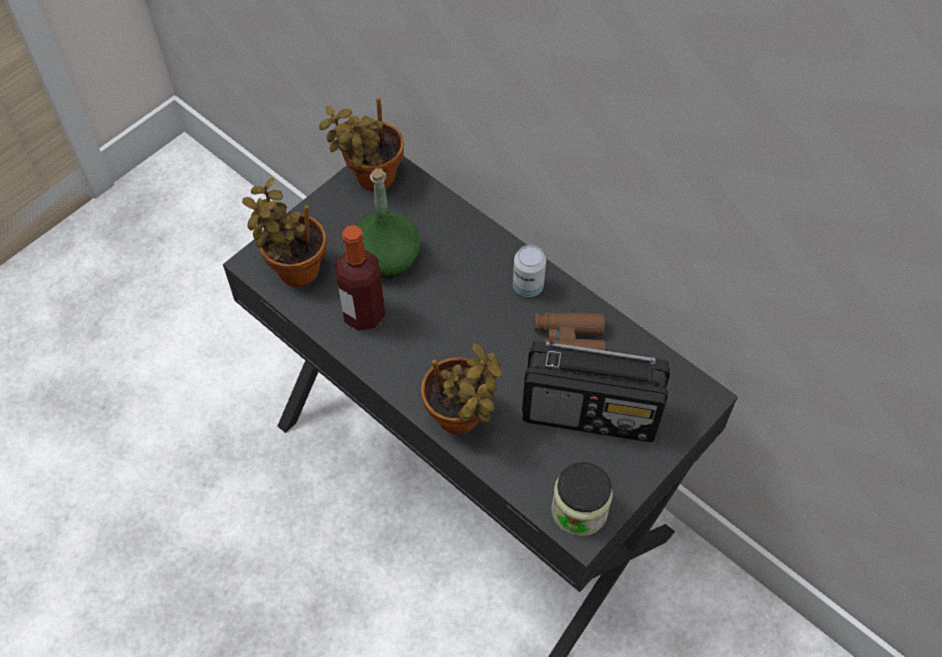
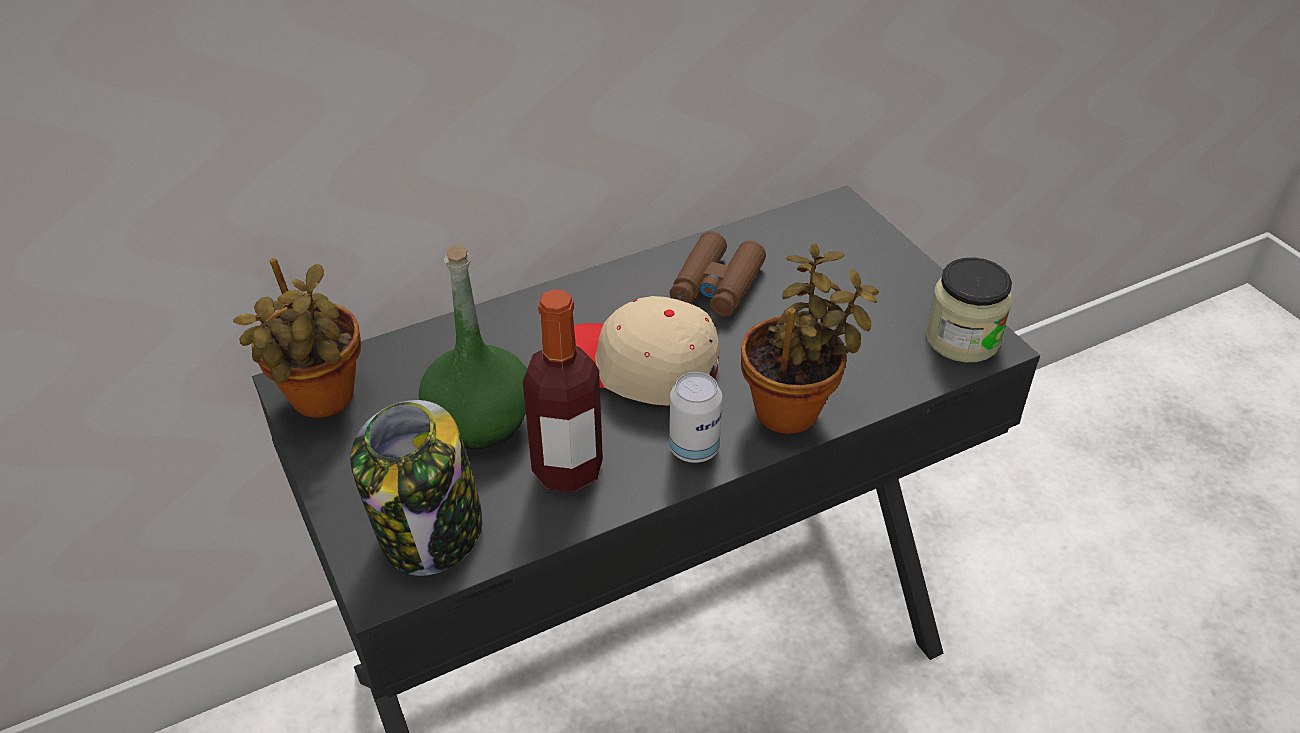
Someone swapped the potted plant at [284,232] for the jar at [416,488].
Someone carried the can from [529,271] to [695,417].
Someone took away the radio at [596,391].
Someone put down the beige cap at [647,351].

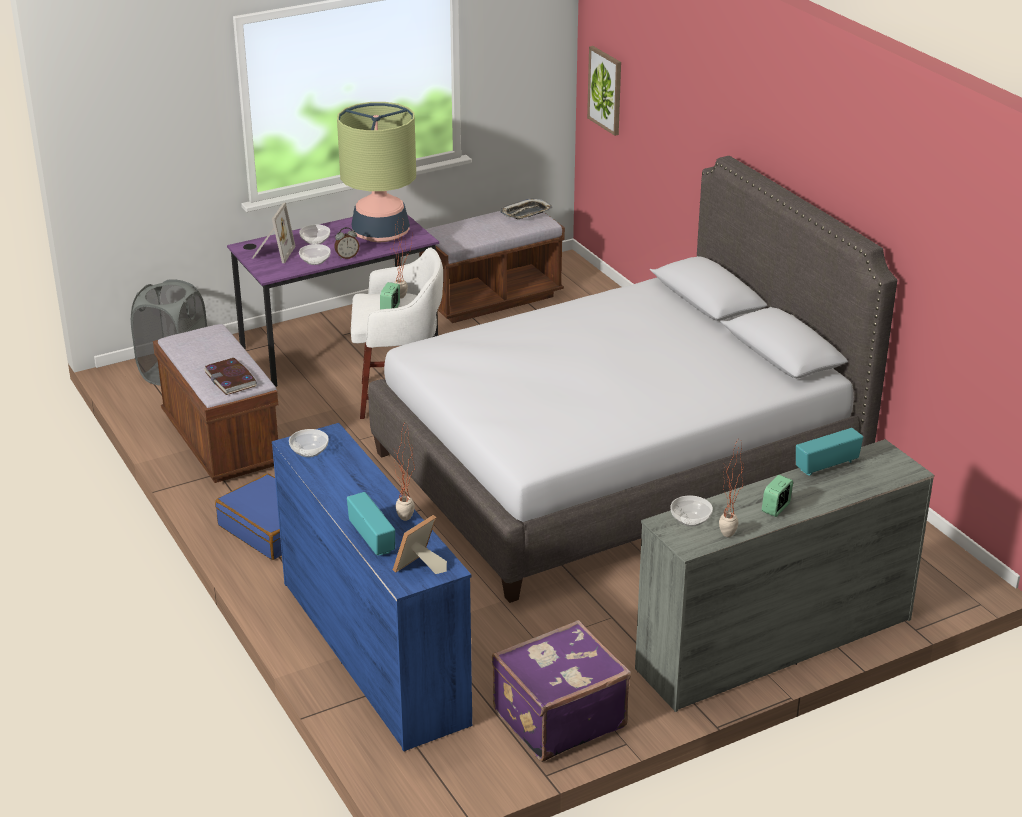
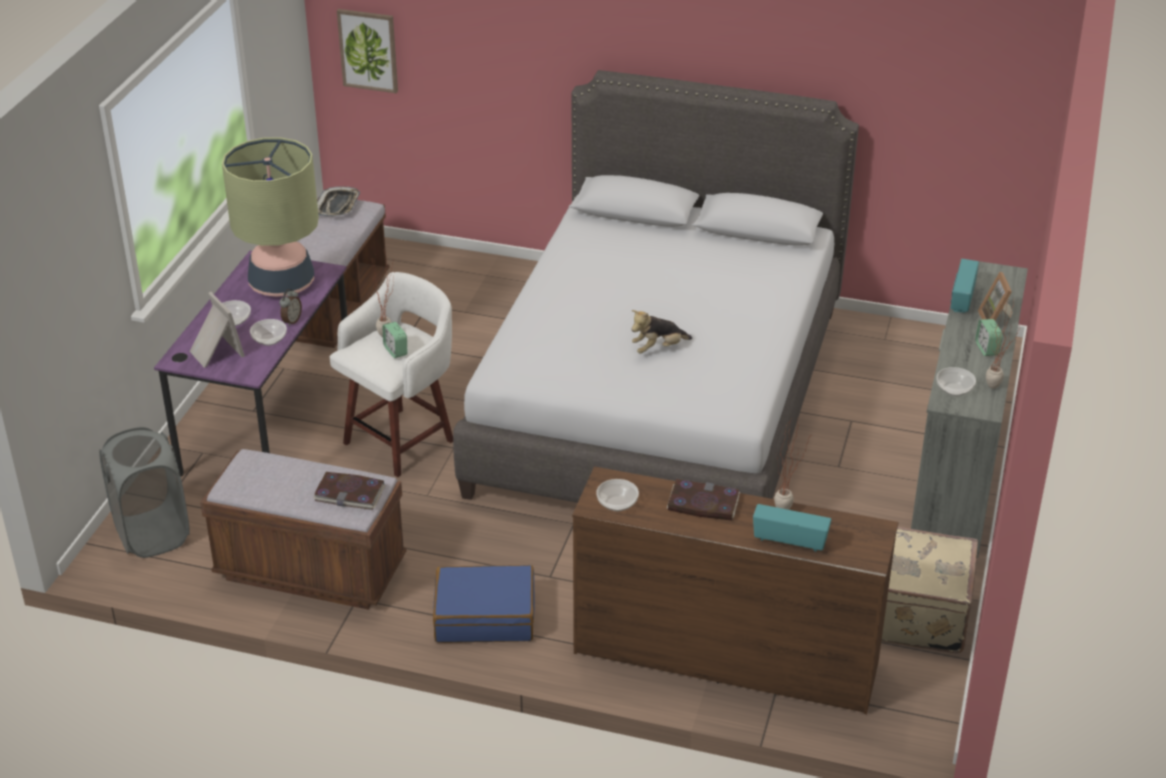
Someone repainted the blue dresser at [372,587], which became the brown dresser at [735,590].
Someone carried the picture frame from [420,544] to [995,296].
Someone repainted the purple suitcase at [561,691], which became the beige suitcase at [929,590].
Someone put down the plush toy at [661,332].
Someone put down the book at [703,500].

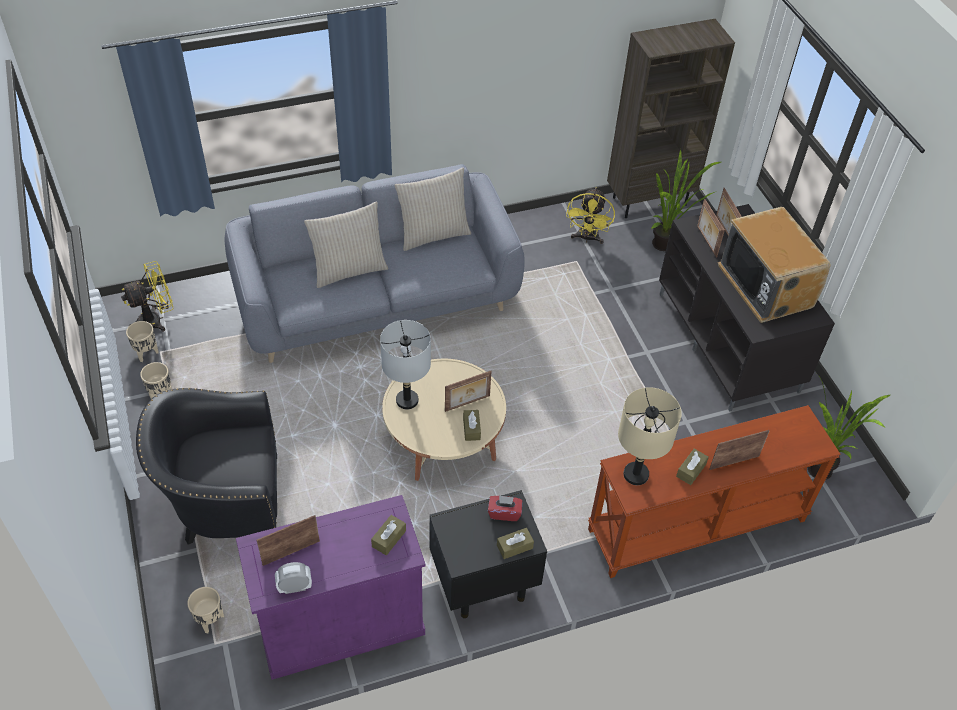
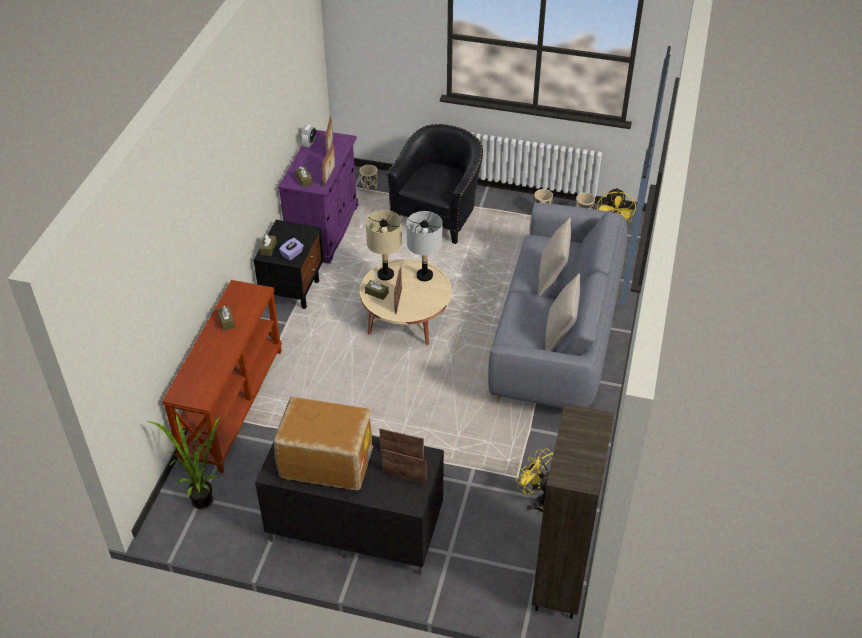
Someone took away the potted plant at [686,200].
Someone carried the beige table lamp from [650,436] to [384,245].
Someone carried the picture frame from [739,450] to [328,165].
Someone repainted the red tissue box at [505,508], which became the purple tissue box at [291,249].

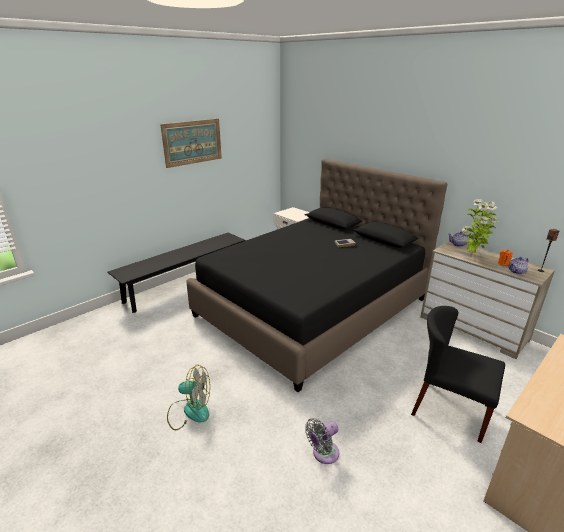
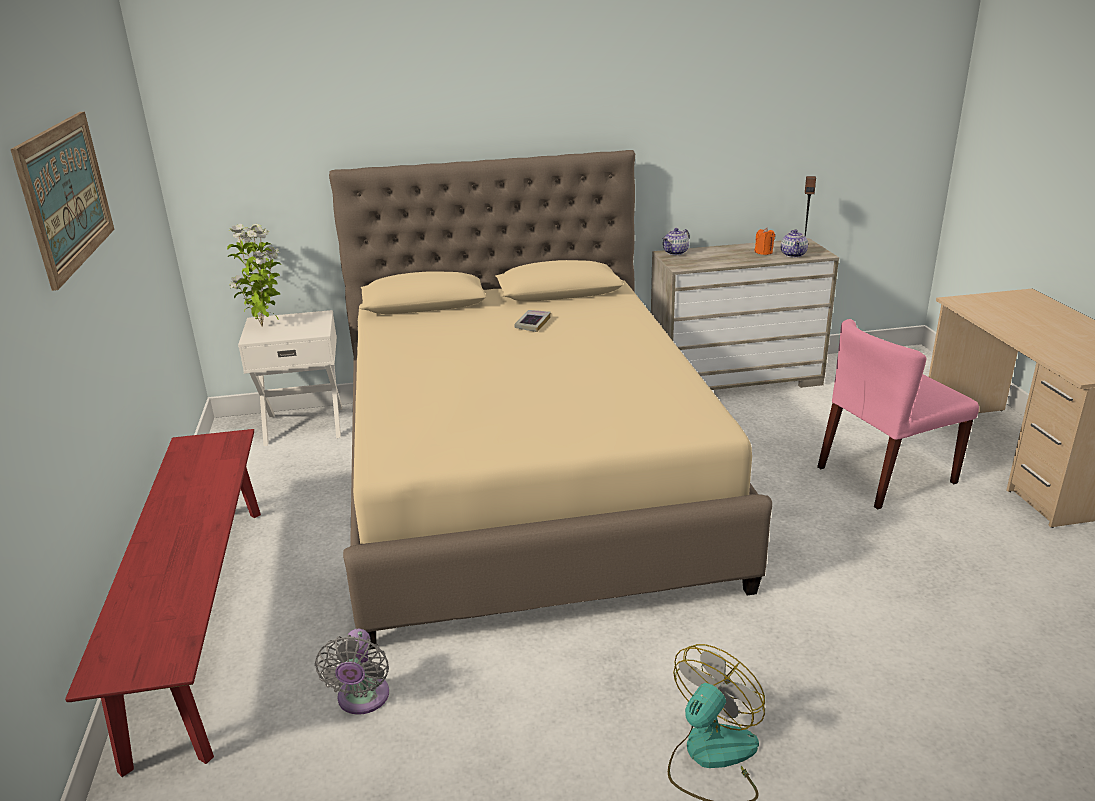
Someone repainted the black bed at [317,275], which became the beige bed at [550,400].
Someone carried the potted plant from [480,227] to [254,275].
Someone repainted the black bench at [176,273], which became the red bench at [163,603].
Someone repainted the black chair at [458,374], which became the pink chair at [898,414].
Someone carried the grey fan from [322,441] to [352,672].

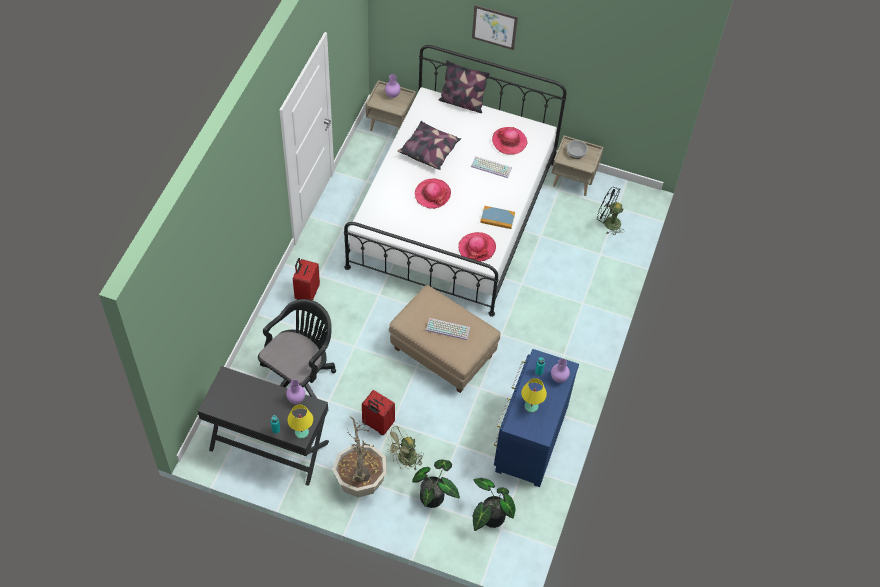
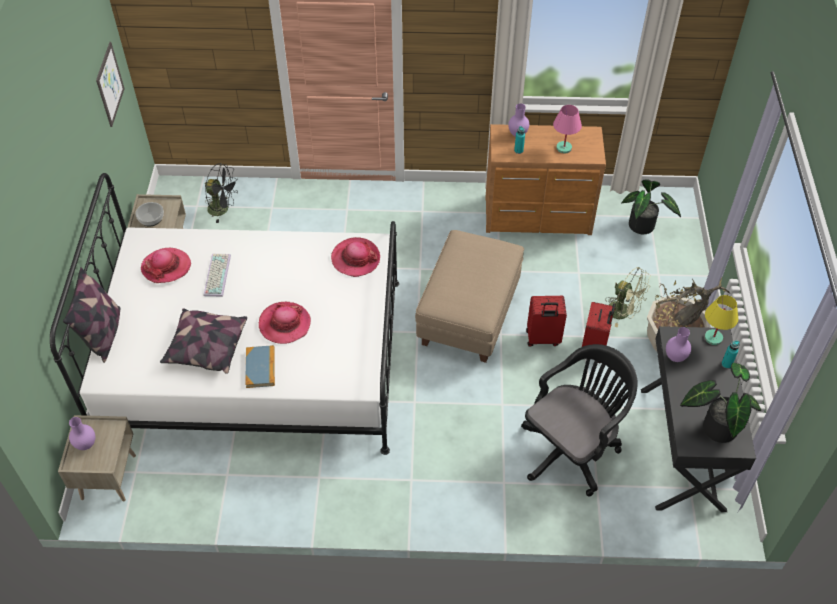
Someone carried the picture from [495,27] to [110,84].
Someone rotated the black fan at [611,210] by 75 degrees counterclockwise.
Someone carried the book from [497,217] to [260,366].
Someone carried the red suitcase from [306,279] to [546,321].
Someone rotated the black office chair at [297,349] by 120 degrees clockwise.
Someone took away the keyboard at [448,329].
Someone repainted the blue dresser at [536,418], which became the brown dresser at [546,179].
Someone repainted the yellow table lamp at [534,395], which became the pink table lamp at [567,129].
Someone carried the potted plant from [436,483] to [720,403].

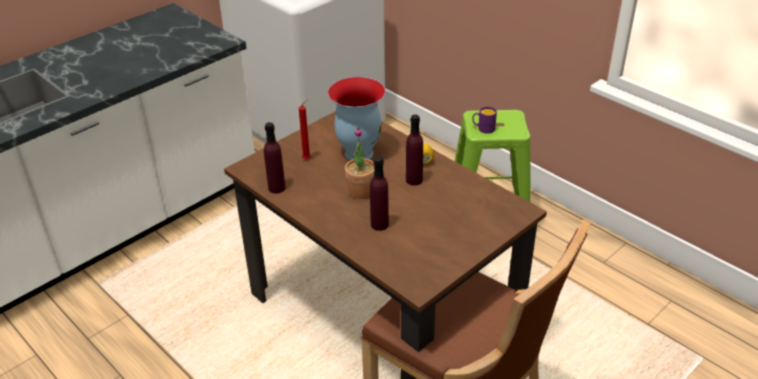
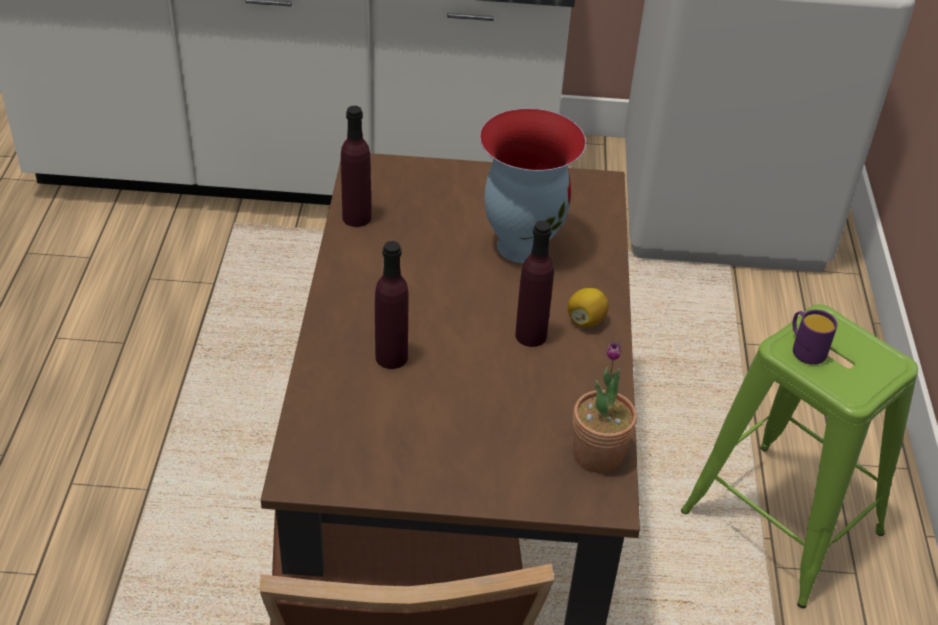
Someone took away the red candle at [305,130].
Someone carried the potted plant from [359,163] to [605,407].

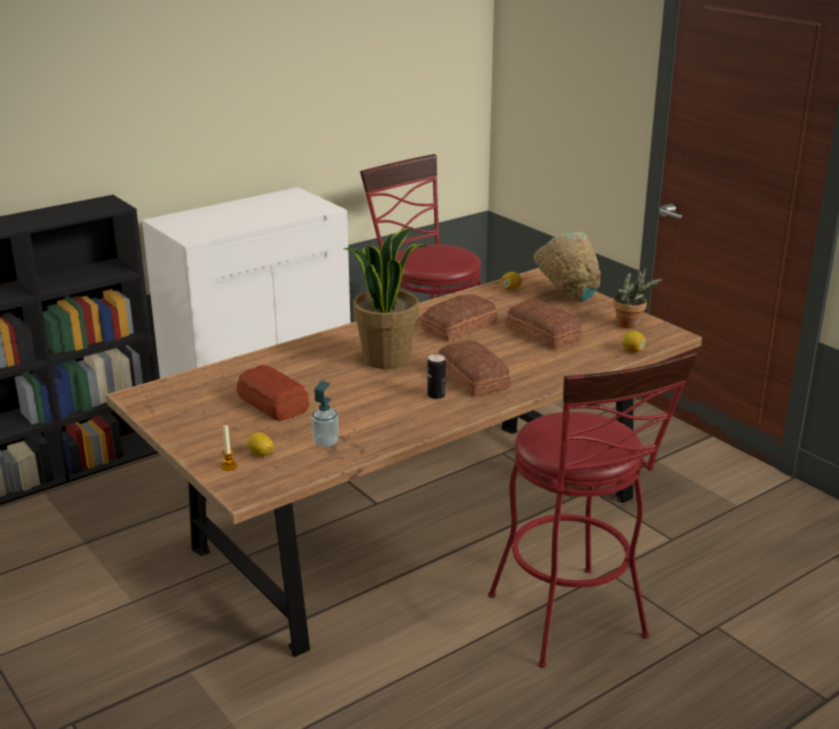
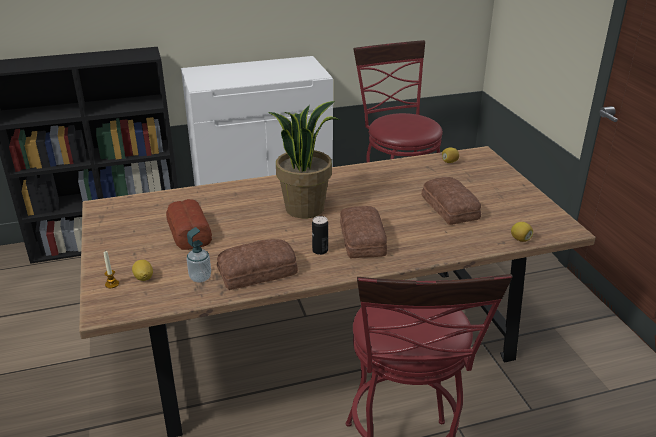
Someone took away the turquoise bowl at [567,267].
Someone took away the potted plant at [638,298].
Someone carried the bread from [459,317] to [257,264].

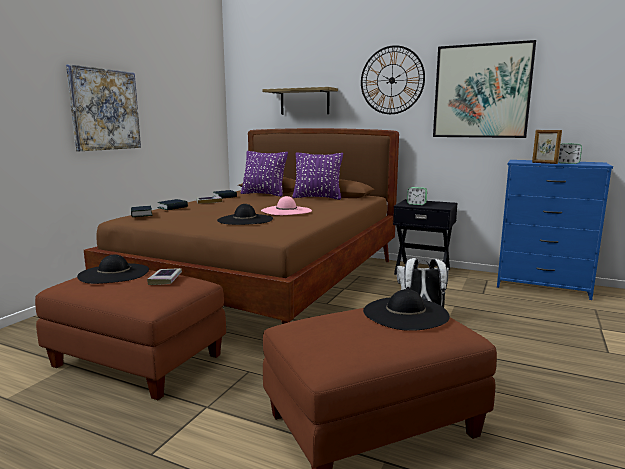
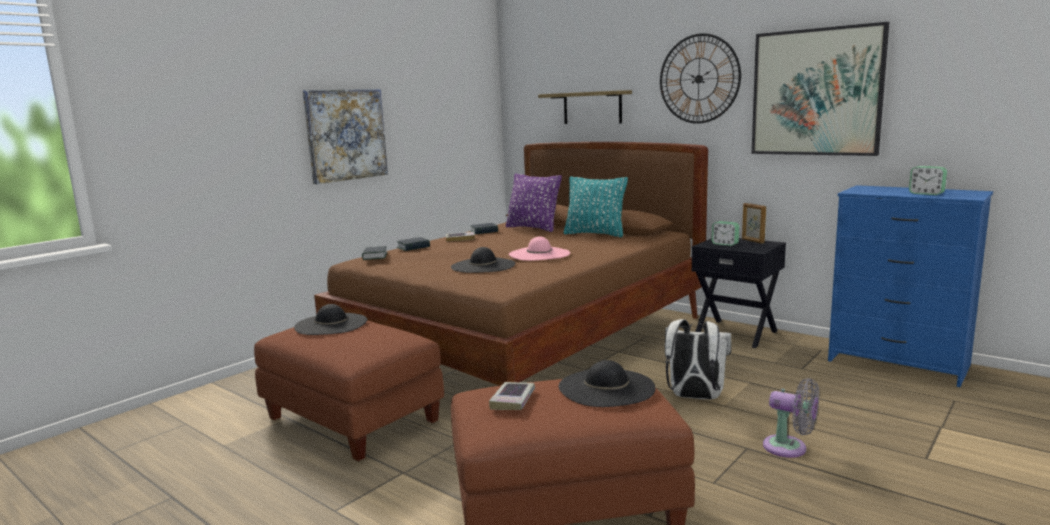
Someone carried the picture frame from [547,147] to [754,223].
Someone repainted the purple pillow at [317,176], which became the turquoise pillow at [595,206].
Someone carried the book from [164,276] to [512,396].
Someone put down the grey fan at [791,418].

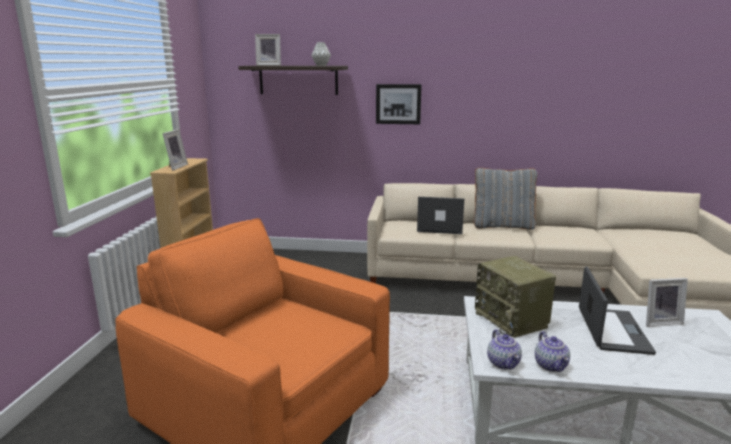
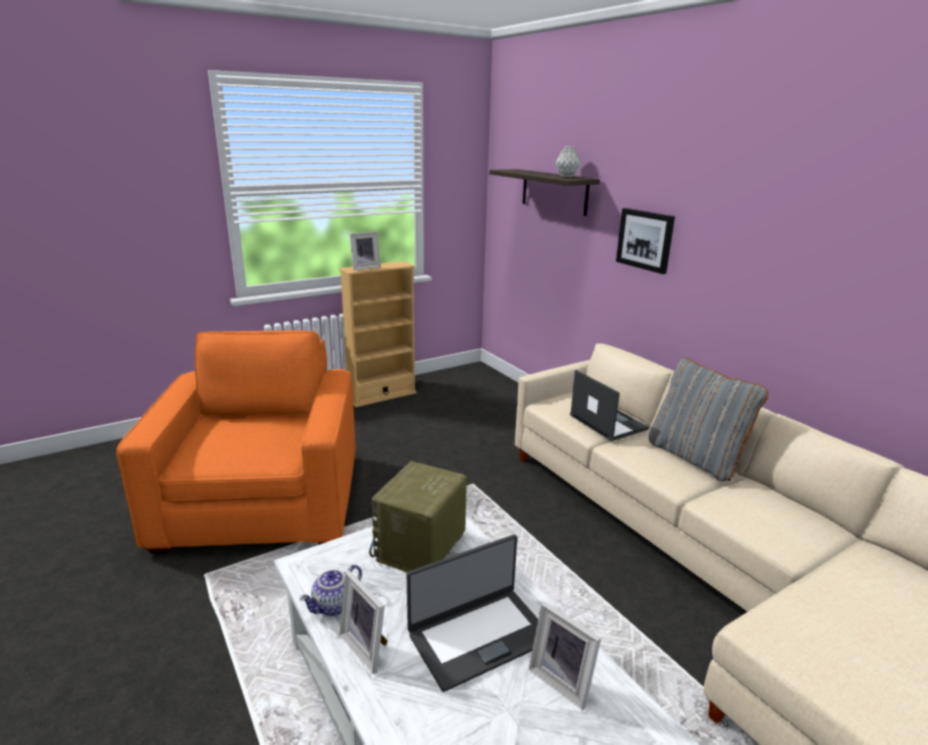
Someone carried the picture frame from [268,50] to [363,622].
Someone took away the teapot at [504,349].

